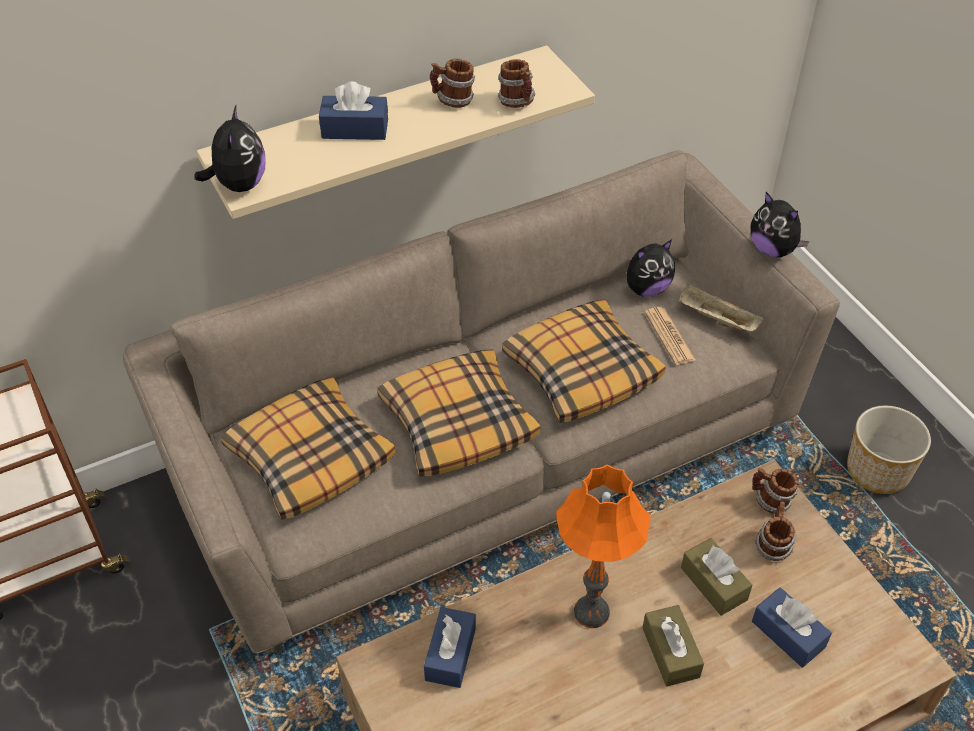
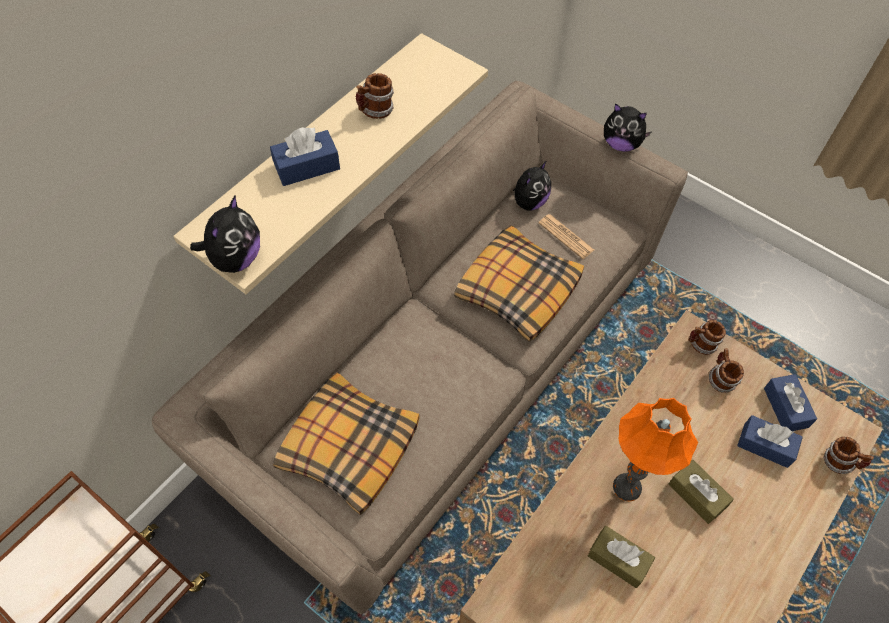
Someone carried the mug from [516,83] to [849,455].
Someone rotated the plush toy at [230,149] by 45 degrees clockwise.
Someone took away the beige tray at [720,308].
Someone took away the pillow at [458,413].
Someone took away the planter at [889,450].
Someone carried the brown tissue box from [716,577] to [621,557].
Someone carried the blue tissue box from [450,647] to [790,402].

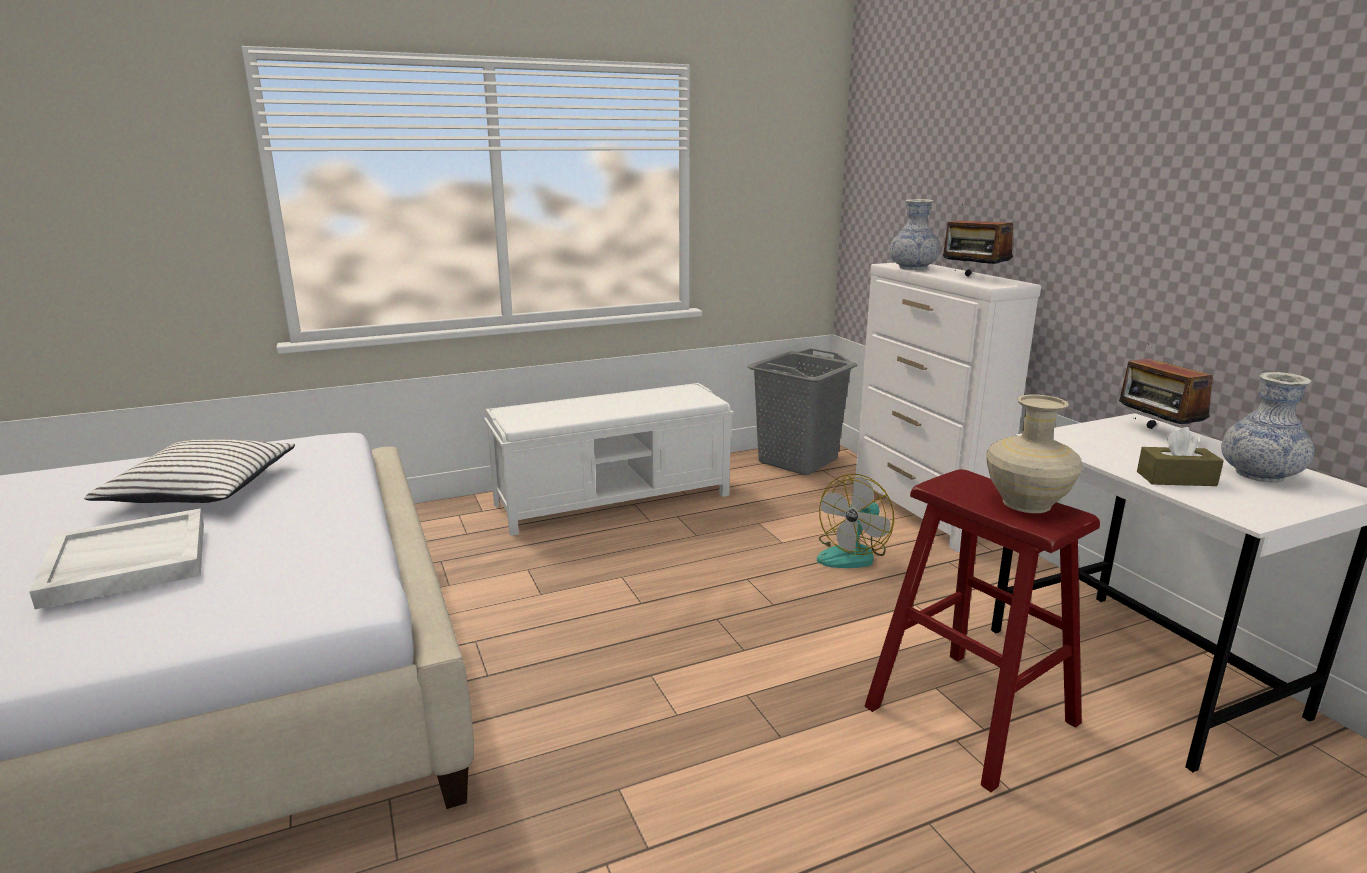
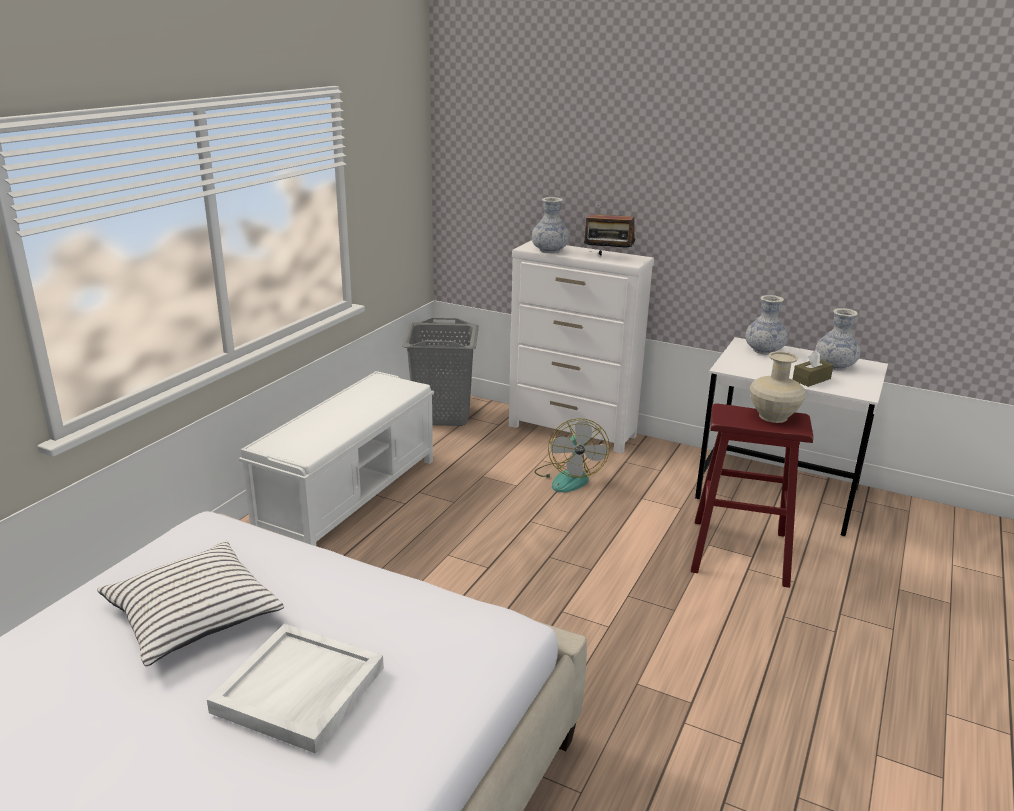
Someone swapped the radio at [1166,386] for the vase at [766,325].

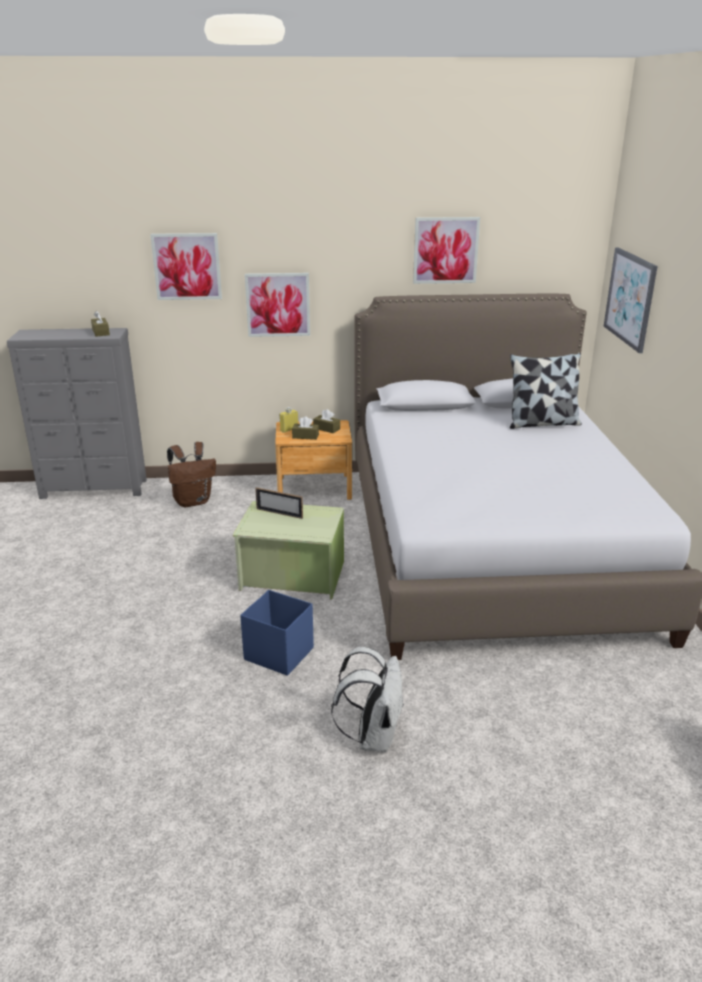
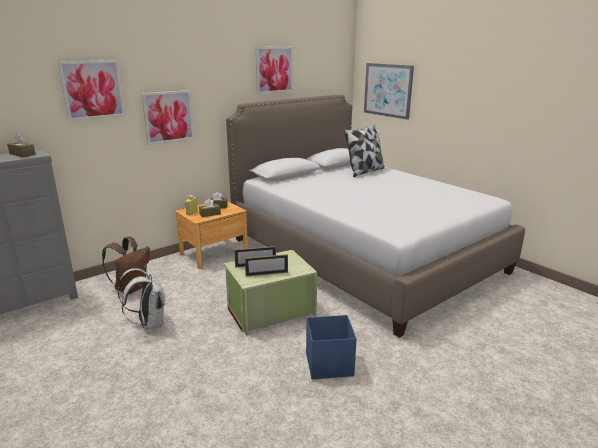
Someone carried the white backpack from [367,700] to [141,299].
Someone put down the picture frame at [266,265].

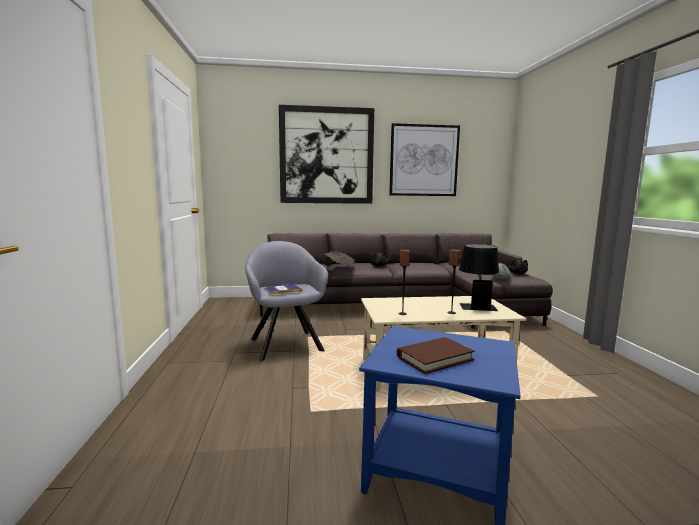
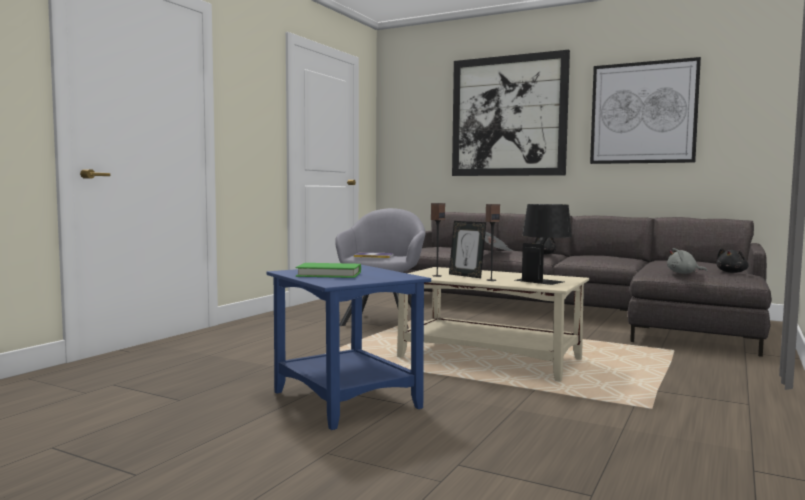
Someone repainted the brown book at [436,355], which became the green book at [328,270].
Someone put down the picture frame at [467,249].

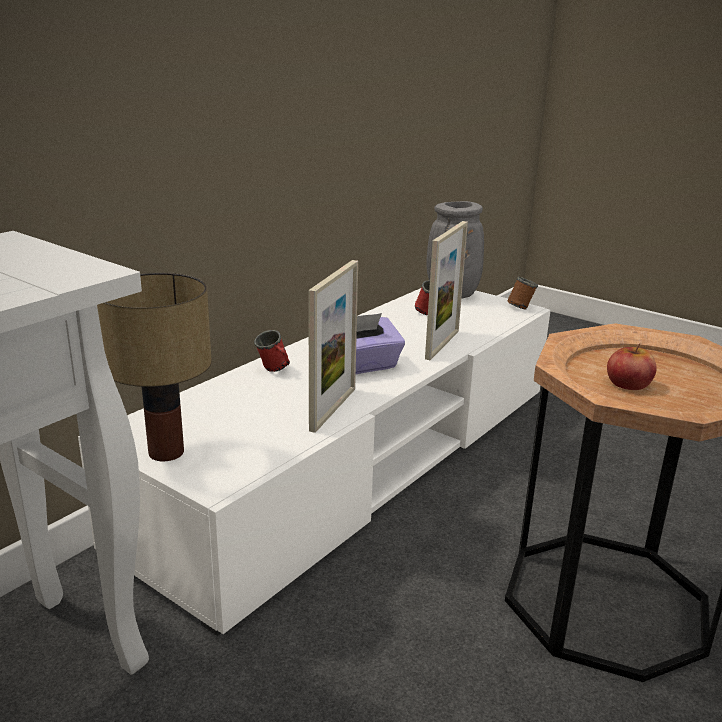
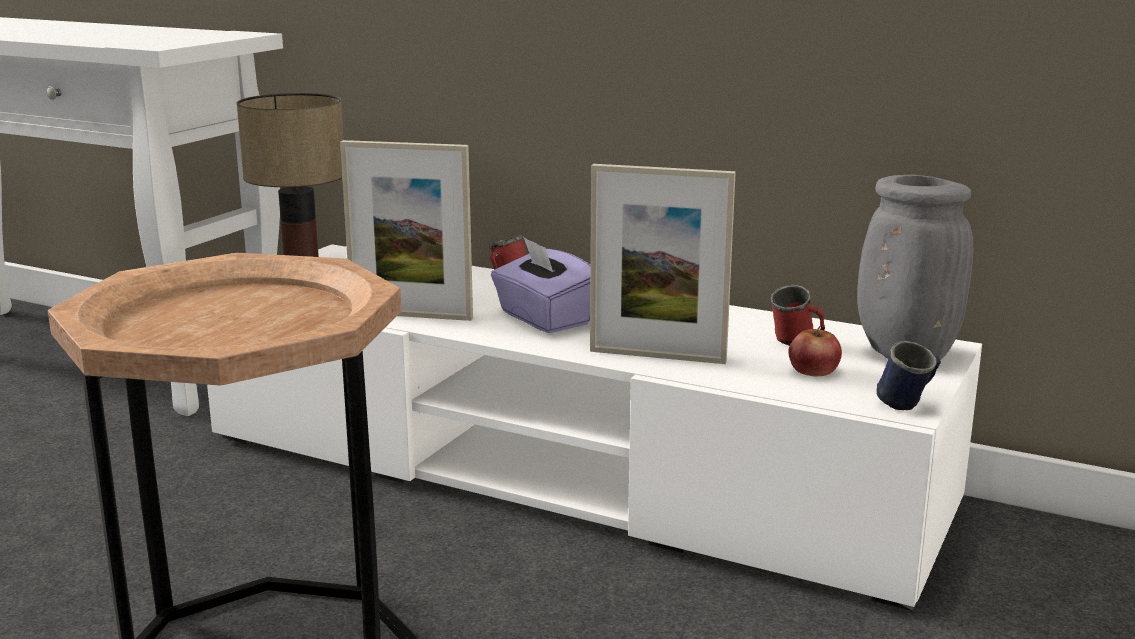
Someone repainted the brown mug at [522,293], which became the blue mug at [908,375].
Someone carried the apple from [632,366] to [815,351].

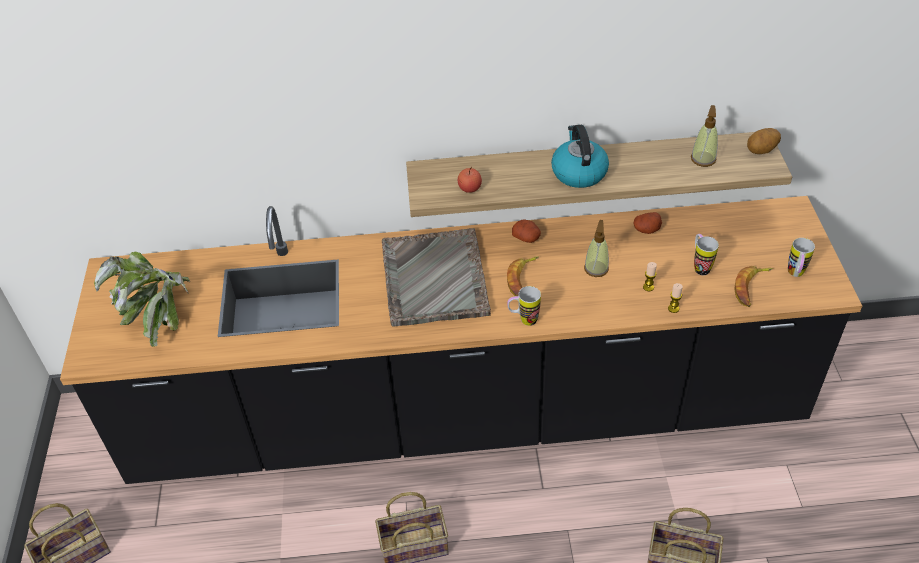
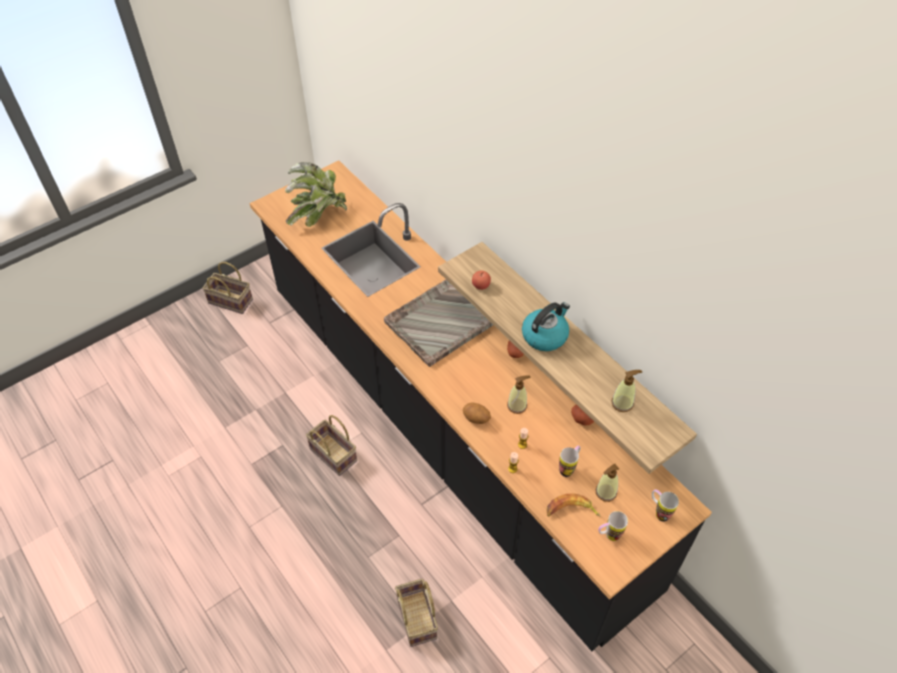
Someone carried the potato from [764,141] to [477,413].
Someone took away the banana at [523,276].
Someone carried the mug from [524,306] to [665,505].
Someone put down the soap dispenser at [607,483].

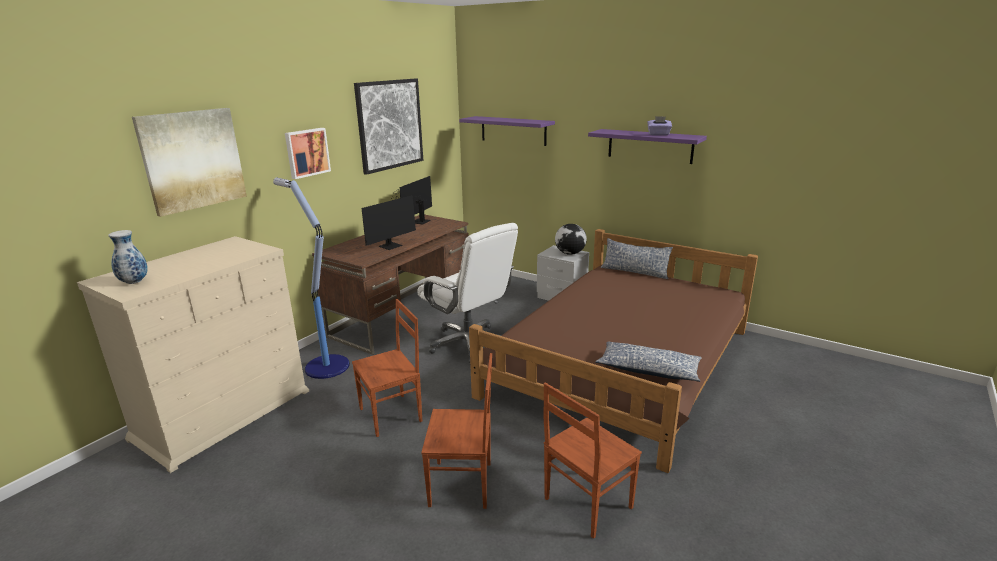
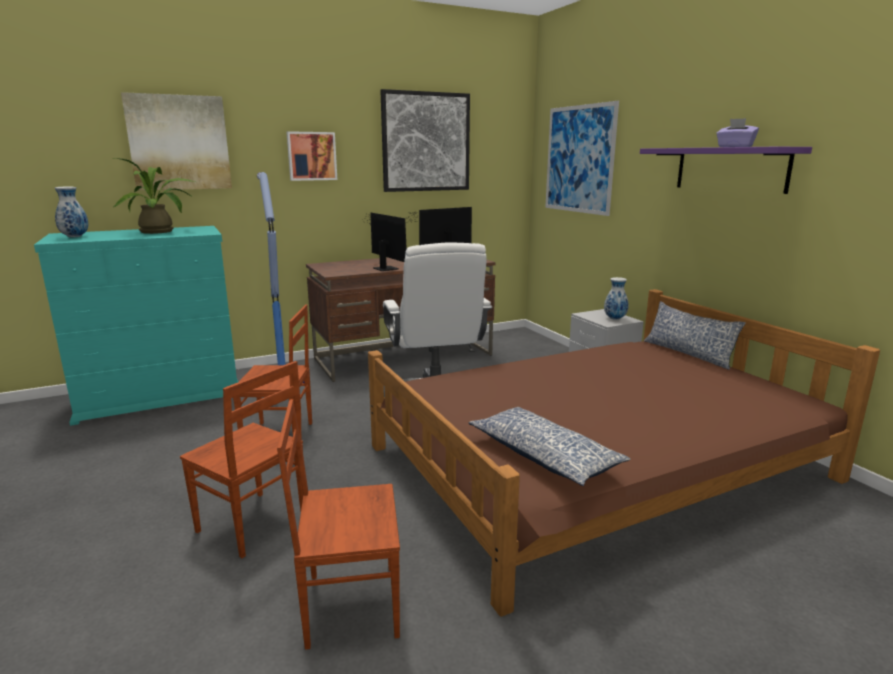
Someone swapped the purple shelf at [507,131] for the picture at [582,158].
Someone rotated the monitor at [394,222] by 105 degrees counterclockwise.
Someone swapped the globe at [571,239] for the vase at [616,298].
Someone repainted the beige dresser at [193,354], which became the turquoise dresser at [136,326].
Someone put down the potted plant at [154,196].

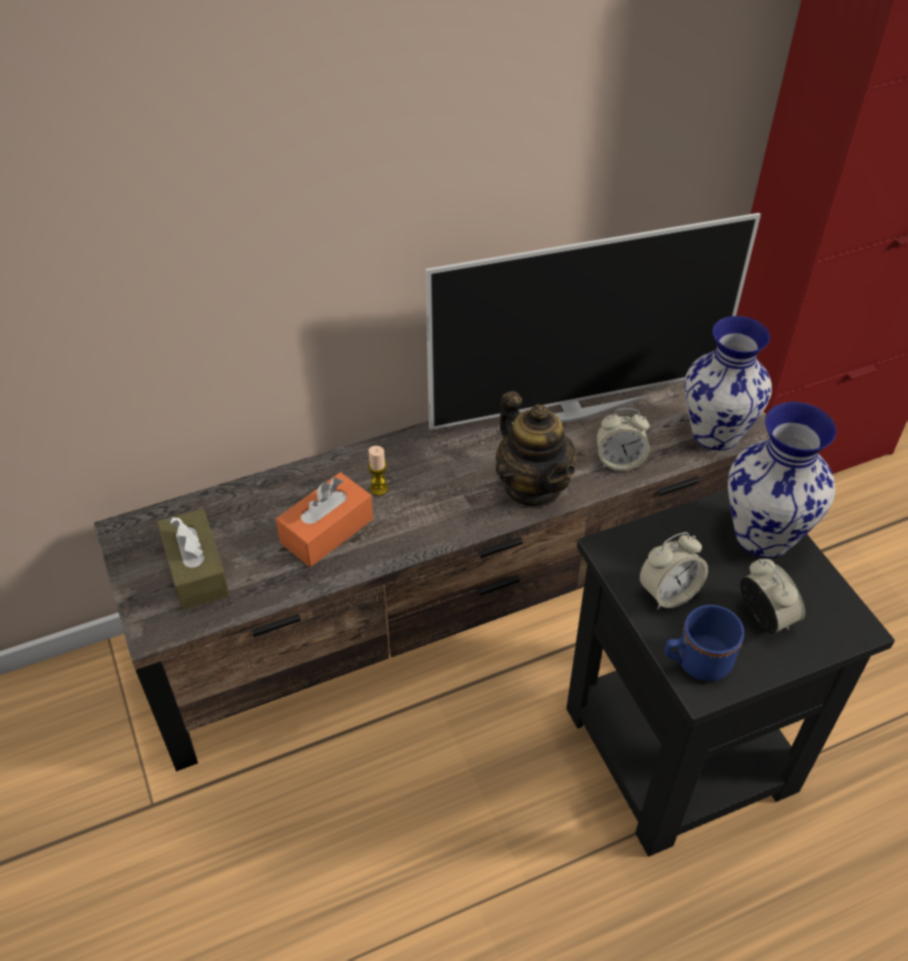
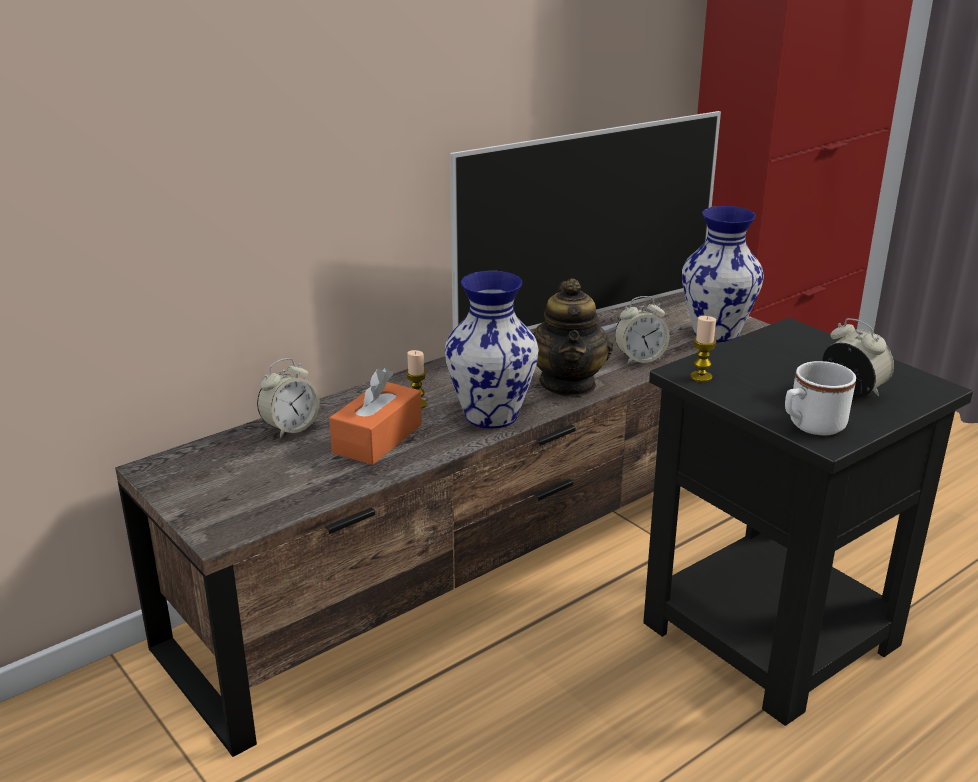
Someone rotated the teapot at [535,449] by 45 degrees clockwise.
Someone carried the vase from [782,480] to [492,350].
Someone took away the brown tissue box at [193,559].
Someone carried the alarm clock from [673,571] to [288,398].
Someone repainted the blue mug at [704,643], which became the white mug at [820,398].
Someone put down the candle at [703,349].

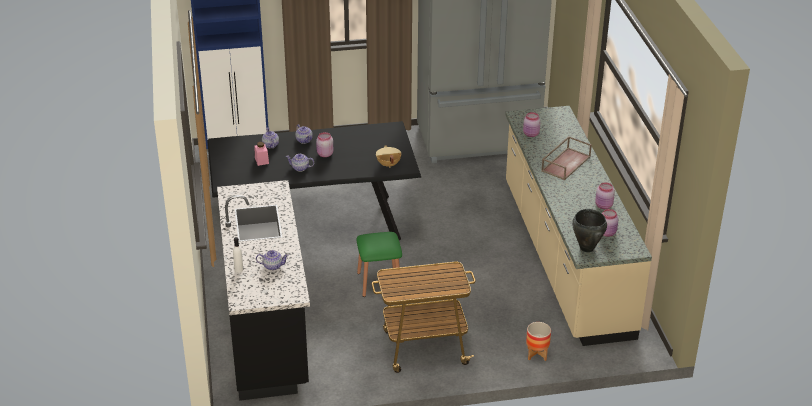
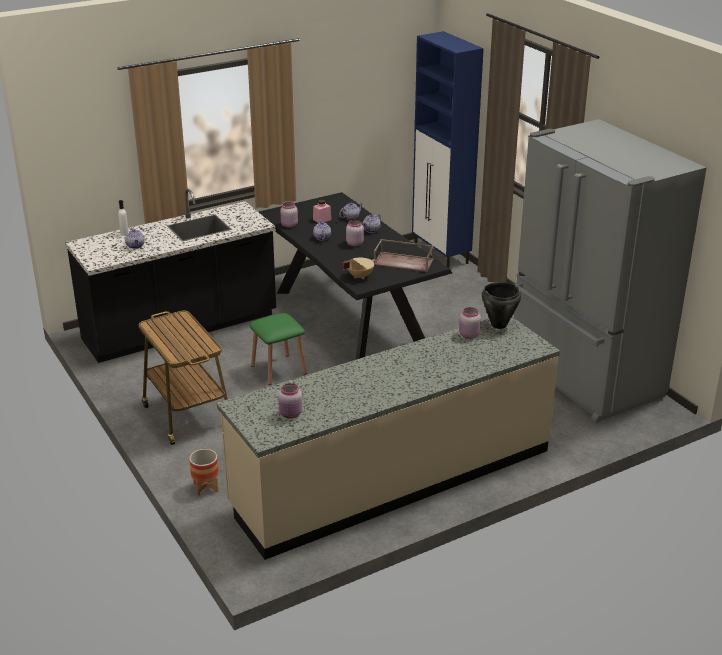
Someone carried the brown tray from [566,158] to [404,255].
Someone carried the pink jar from [605,195] to [289,215].
Someone carried the black cooking pot from [589,230] to [501,305].

